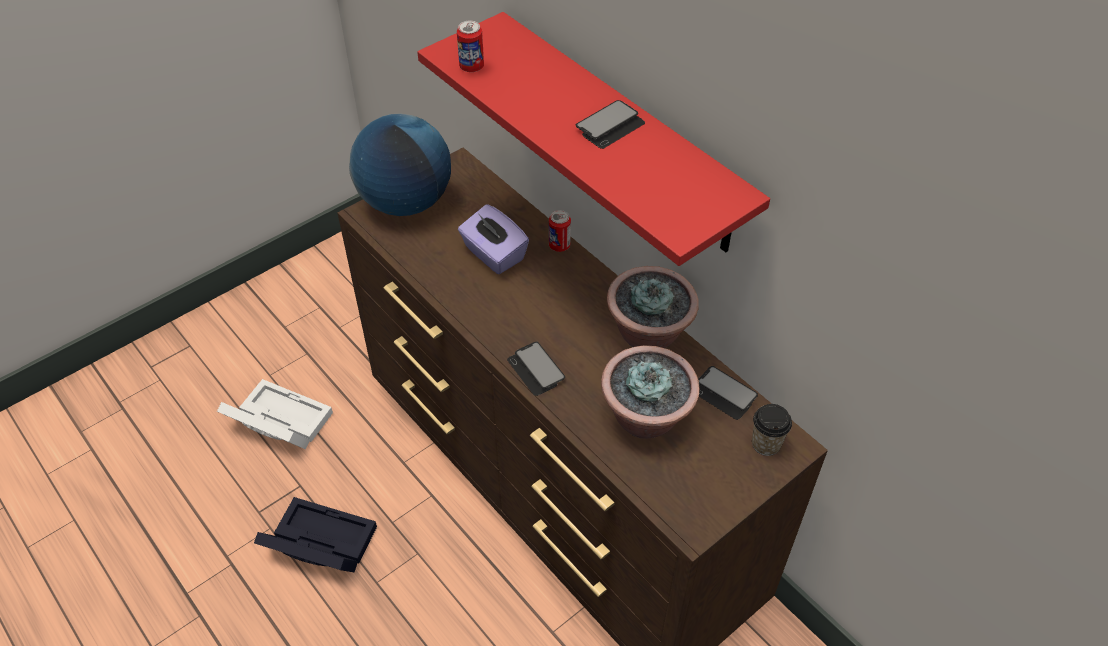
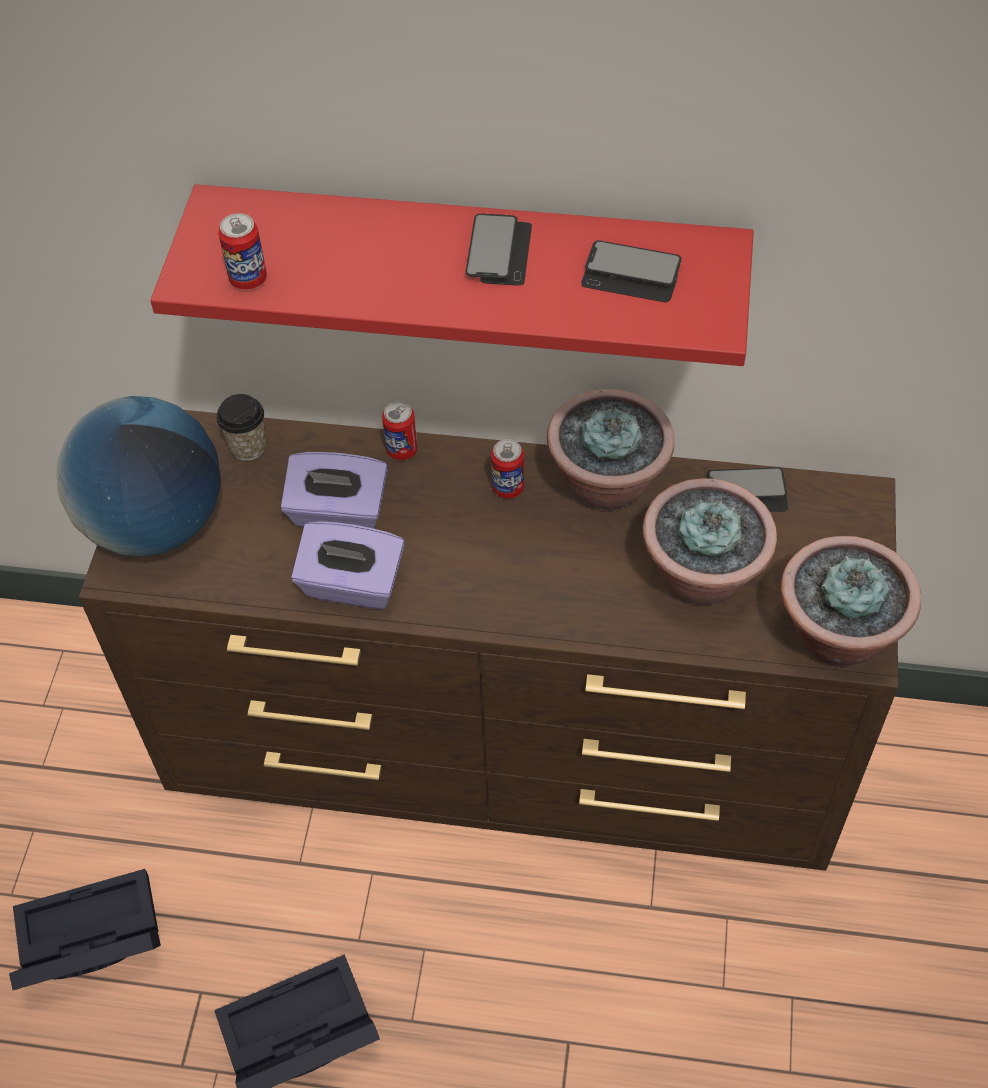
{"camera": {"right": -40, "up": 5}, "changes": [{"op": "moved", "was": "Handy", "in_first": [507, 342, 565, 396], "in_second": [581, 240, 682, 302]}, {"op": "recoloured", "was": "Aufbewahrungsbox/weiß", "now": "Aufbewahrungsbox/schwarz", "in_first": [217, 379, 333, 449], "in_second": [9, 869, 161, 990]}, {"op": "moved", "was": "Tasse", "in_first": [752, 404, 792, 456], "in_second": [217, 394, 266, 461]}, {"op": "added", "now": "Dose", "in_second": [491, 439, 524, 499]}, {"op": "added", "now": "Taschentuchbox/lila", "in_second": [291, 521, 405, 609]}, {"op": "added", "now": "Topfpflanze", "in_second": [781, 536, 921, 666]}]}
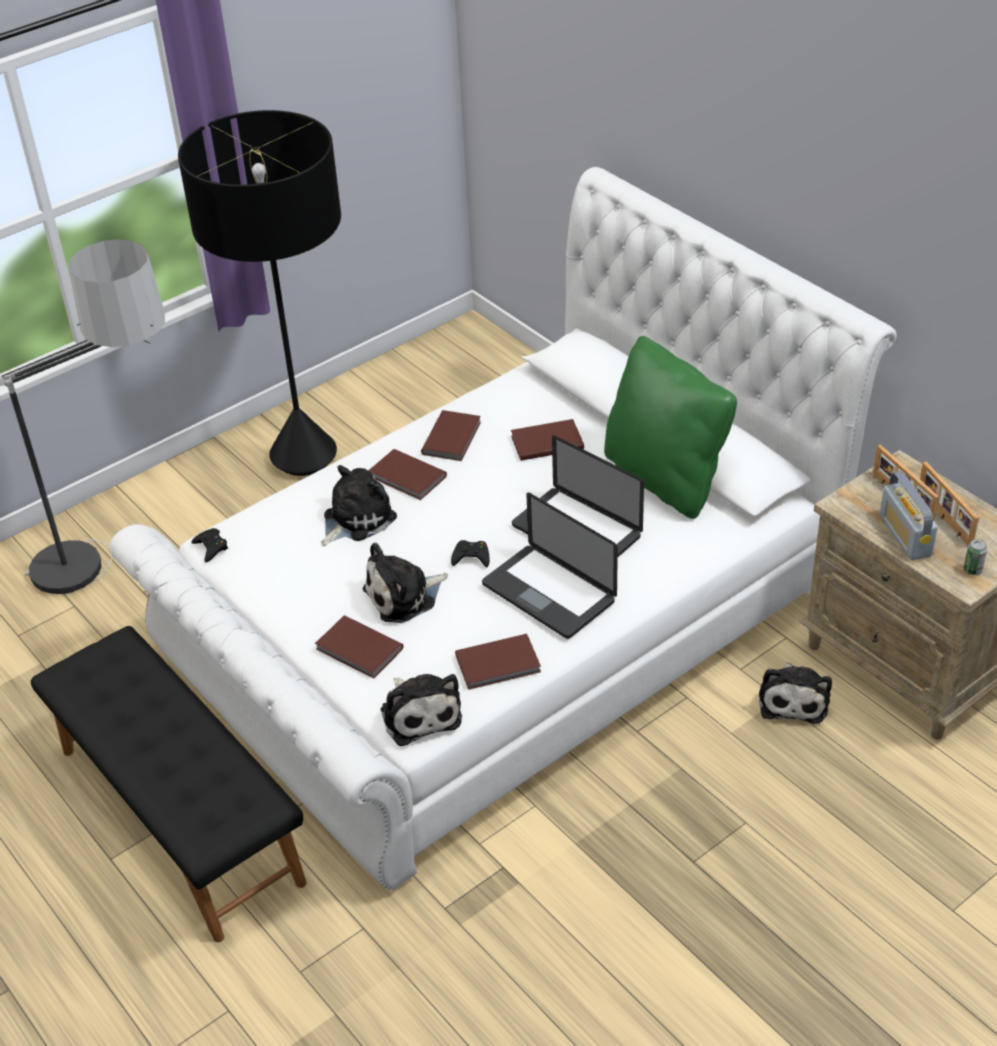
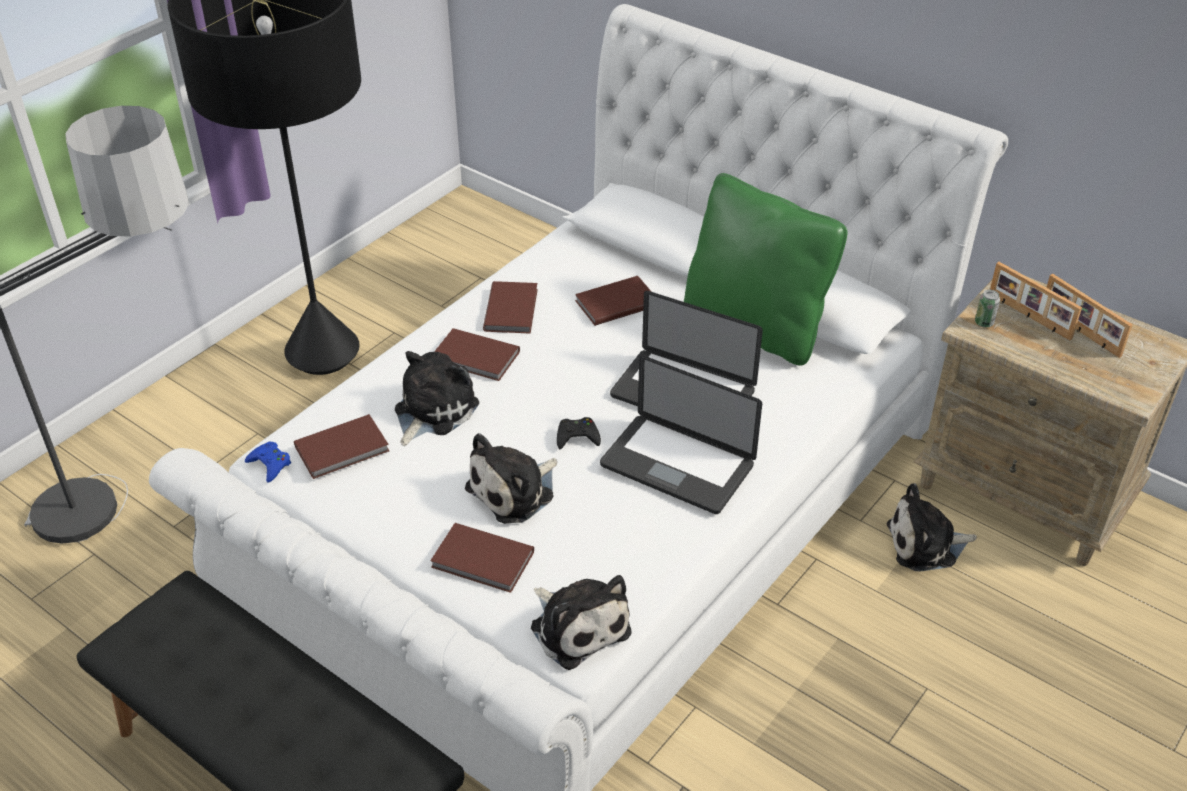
{"camera": {"right": -15, "up": 0}, "changes": [{"op": "removed", "was": "Radio", "in_first": [880, 471, 938, 560]}, {"op": "recoloured", "was": "Gamepad/schwarz", "now": "Gamepad/blau", "in_first": [191, 528, 228, 562], "in_second": [245, 442, 291, 483]}, {"op": "moved", "was": "Dose", "in_first": [964, 539, 987, 575], "in_second": [975, 290, 1000, 328]}, {"op": "moved", "was": "Buch/braun", "in_first": [455, 634, 541, 690], "in_second": [294, 414, 389, 479]}, {"op": "turned", "was": "Plüschtier", "in_first": [759, 662, 832, 724], "in_second": [887, 483, 977, 571], "clockwise": 90}]}
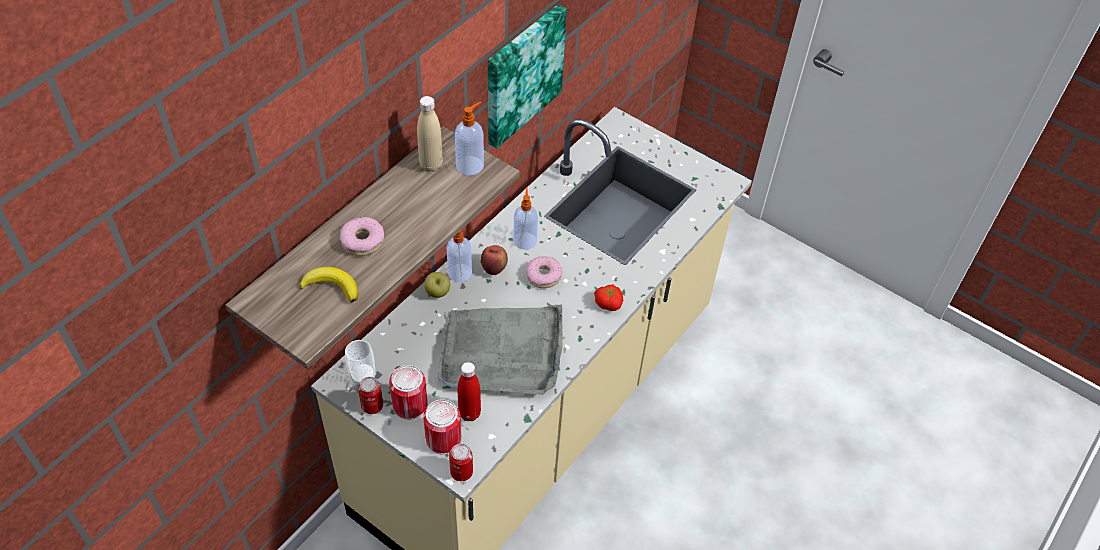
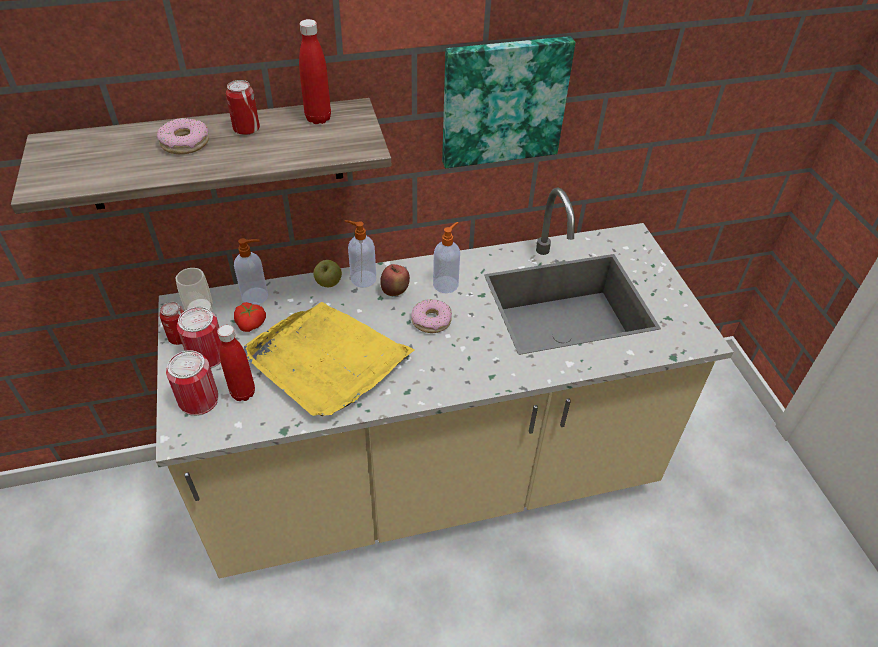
{"camera": {"right": 40, "up": -5}, "changes": [{"op": "recoloured", "was": "Flasche/beige", "now": "Flasche/rot", "in_first": [417, 96, 443, 172], "in_second": [299, 19, 331, 124]}, {"op": "moved", "was": "Seifenspender", "in_first": [455, 101, 484, 176], "in_second": [234, 238, 268, 305]}, {"op": "removed", "was": "Banane", "in_first": [300, 267, 359, 303]}, {"op": "moved", "was": "Tomate", "in_first": [594, 285, 623, 311], "in_second": [234, 302, 266, 332]}, {"op": "recoloured", "was": "Tablett/grau", "now": "Tablett/gelb", "in_first": [438, 304, 563, 395], "in_second": [244, 302, 415, 416]}, {"op": "moved", "was": "Dose", "in_first": [449, 444, 473, 481], "in_second": [226, 80, 260, 135]}]}
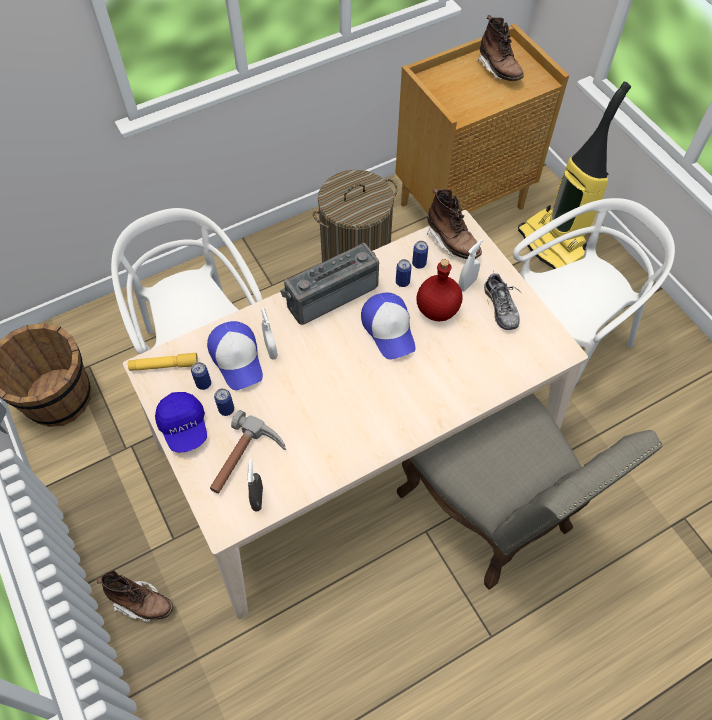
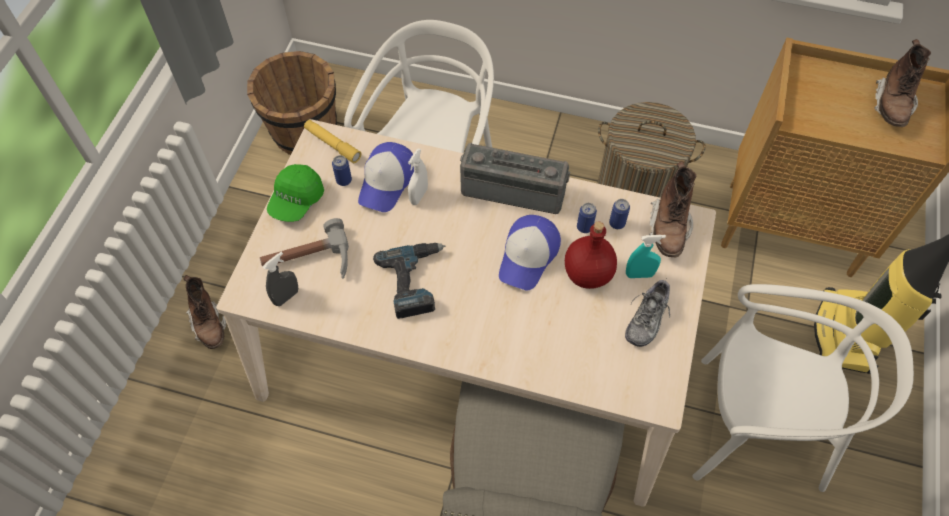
{"camera": {"right": 45, "up": 0}, "changes": [{"op": "recoloured", "was": "Sprühflasche/weiß", "now": "Sprühflasche/türkis", "in_first": [458, 239, 483, 292], "in_second": [626, 235, 666, 278]}, {"op": "removed", "was": "Dose", "in_first": [214, 388, 234, 416]}, {"op": "recoloured", "was": "Kappe/blau", "now": "Kappe/grün", "in_first": [155, 392, 207, 453], "in_second": [267, 164, 324, 222]}, {"op": "added", "now": "Bohrmaschine", "in_second": [373, 243, 445, 319]}]}
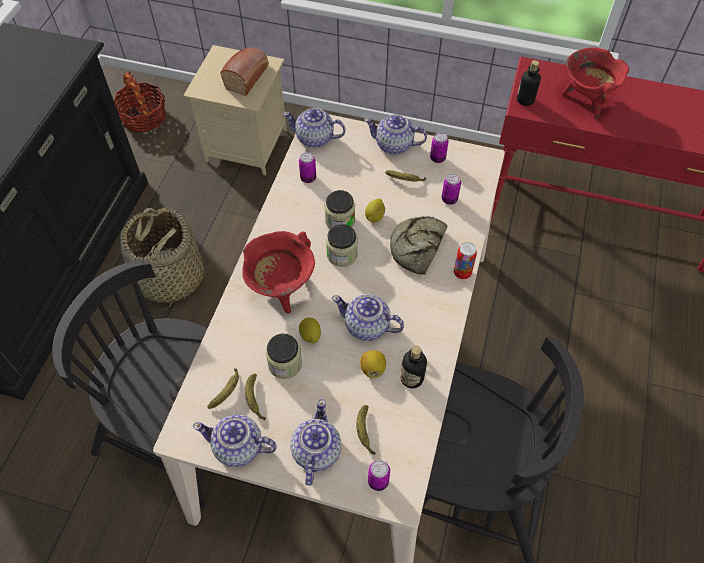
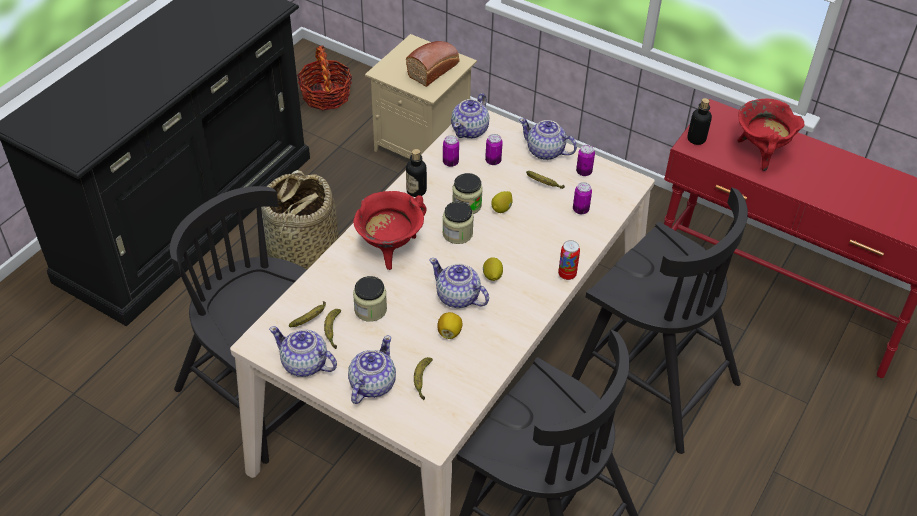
{"camera": {"right": 15, "up": -10}, "changes": [{"op": "turned", "was": "Teekanne", "in_first": [283, 108, 346, 148], "in_second": [451, 93, 489, 139], "clockwise": -90}, {"op": "removed", "was": "Brot", "in_first": [390, 216, 448, 275]}, {"op": "moved", "was": "Zitrone", "in_first": [299, 318, 321, 344], "in_second": [483, 257, 503, 281]}, {"op": "moved", "was": "Flasche", "in_first": [400, 346, 427, 388], "in_second": [406, 149, 427, 197]}, {"op": "moved", "was": "Dose", "in_first": [368, 460, 390, 491], "in_second": [485, 134, 503, 165]}, {"op": "added", "now": "Stuhl/schwarz", "in_second": [572, 187, 748, 454]}]}
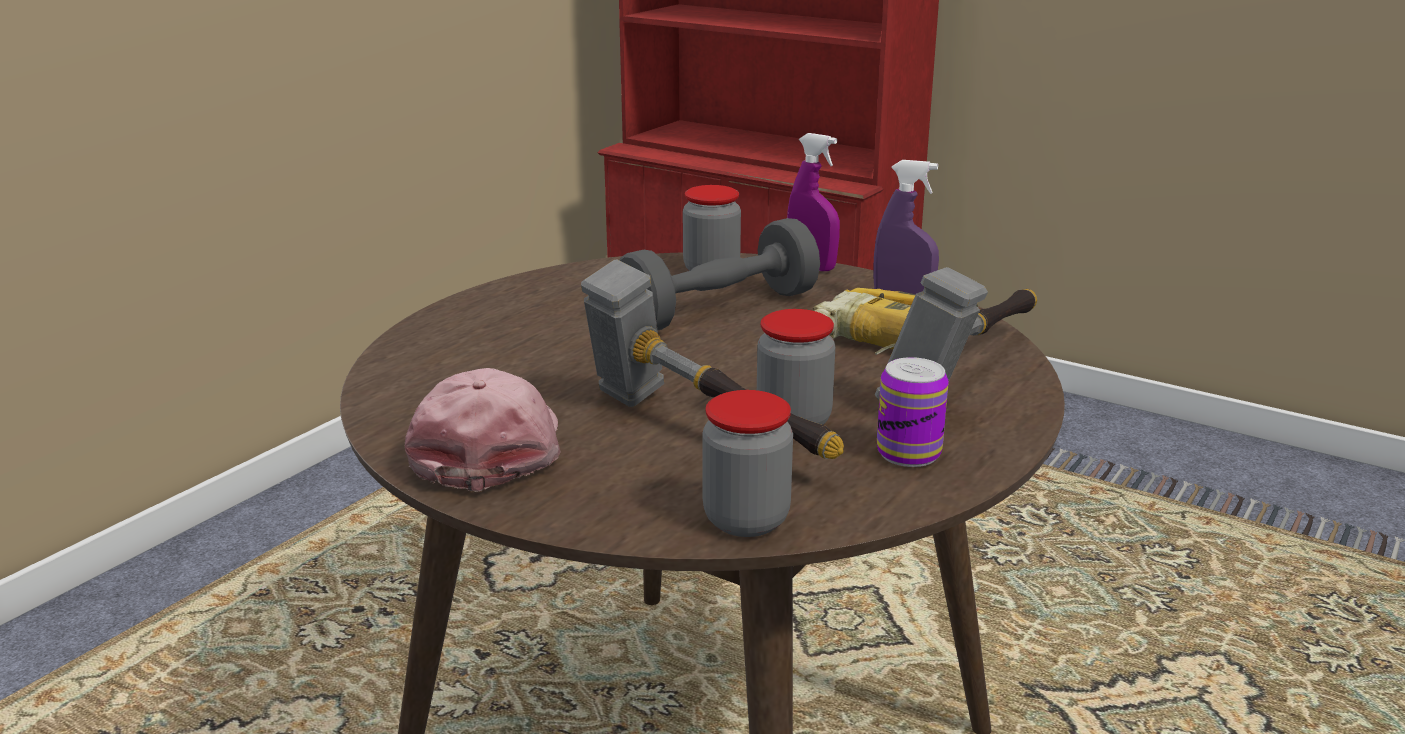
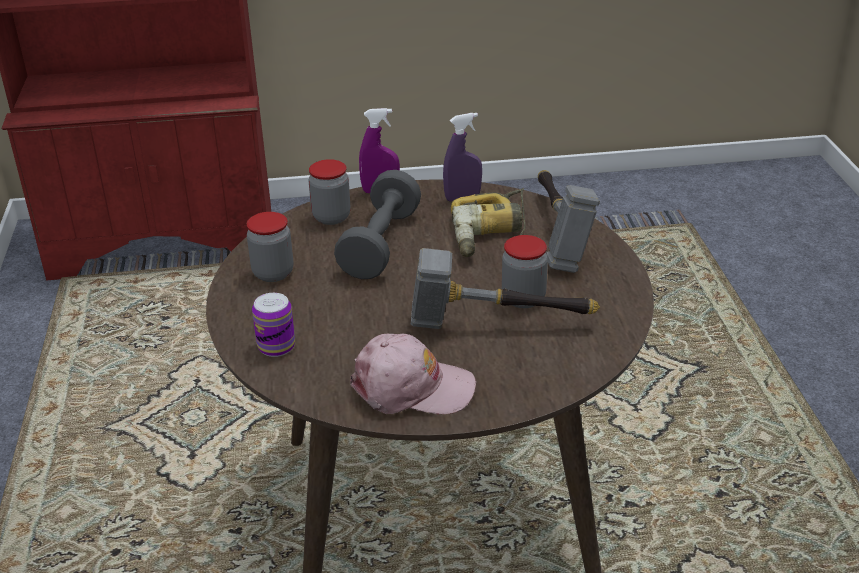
{"camera": {"right": -40, "up": 10}, "changes": [{"op": "moved", "was": "Dose", "in_first": [877, 357, 949, 467], "in_second": [252, 293, 295, 357]}, {"op": "turned", "was": "Kappe/rosa", "in_first": [405, 368, 560, 492], "in_second": [350, 334, 477, 414], "clockwise": 135}, {"op": "moved", "was": "Vorratsglas", "in_first": [702, 390, 793, 537], "in_second": [247, 212, 293, 282]}]}
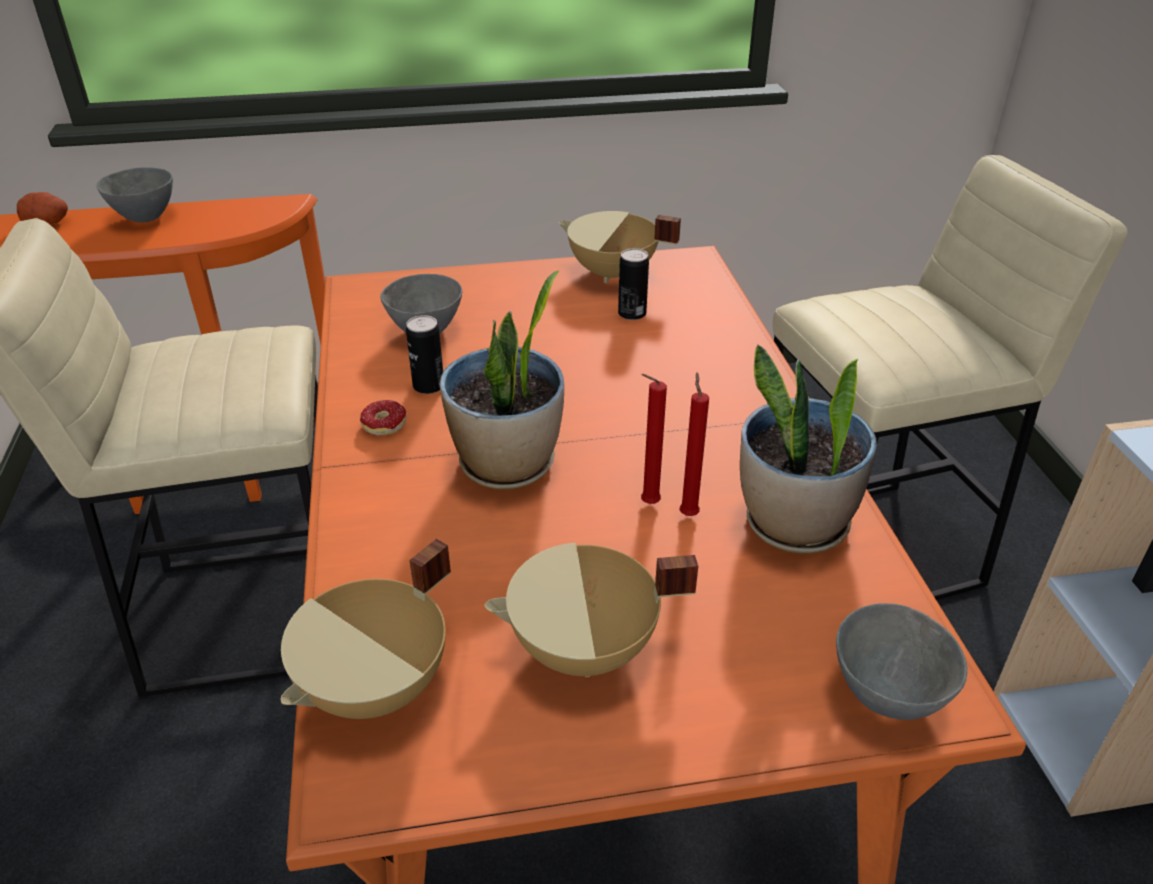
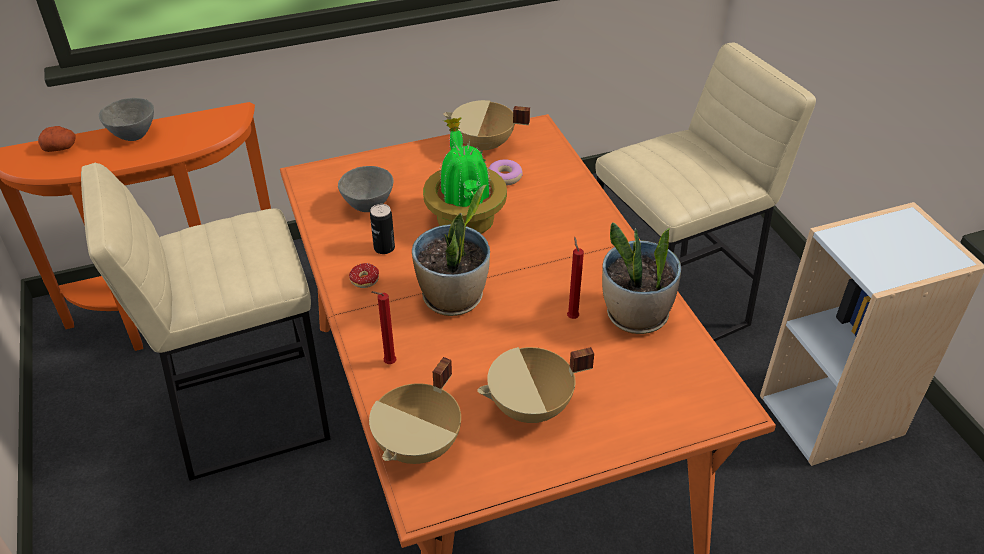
{"camera": {"right": -10, "up": 5}, "changes": [{"op": "replaced", "was": "Dose", "now": "Donut", "in_first": [618, 248, 649, 320], "in_second": [489, 159, 523, 186]}, {"op": "moved", "was": "Kerze/rot", "in_first": [641, 374, 667, 504], "in_second": [371, 291, 396, 364]}, {"op": "removed", "was": "Schüssel/grau", "in_first": [836, 603, 967, 720]}, {"op": "added", "now": "Topfpflanze", "in_second": [423, 117, 507, 234]}]}
